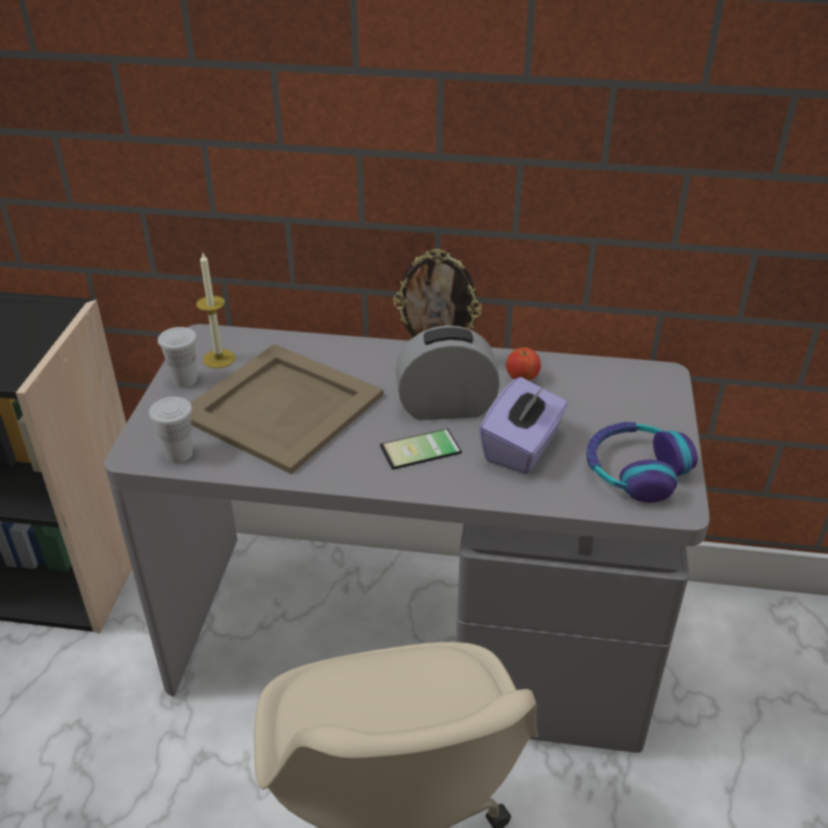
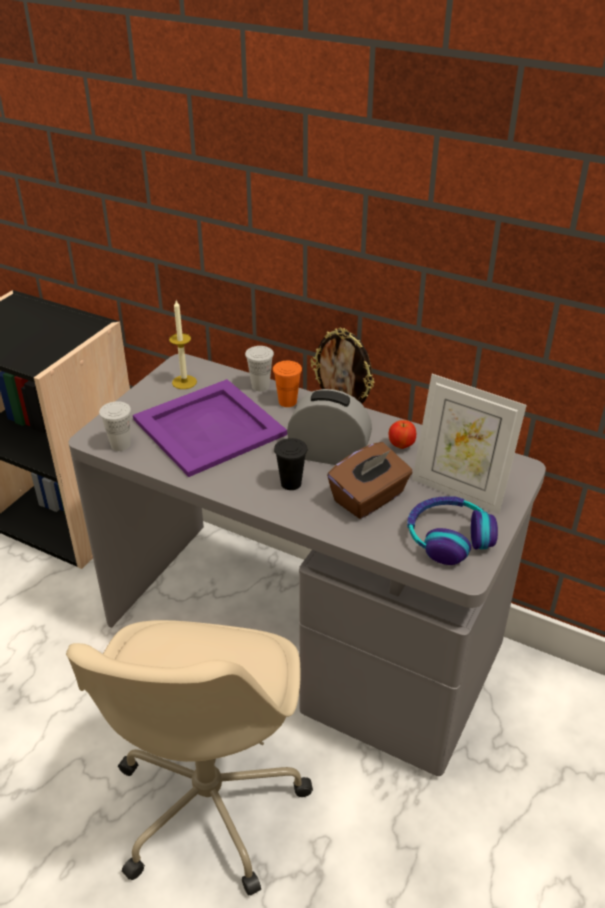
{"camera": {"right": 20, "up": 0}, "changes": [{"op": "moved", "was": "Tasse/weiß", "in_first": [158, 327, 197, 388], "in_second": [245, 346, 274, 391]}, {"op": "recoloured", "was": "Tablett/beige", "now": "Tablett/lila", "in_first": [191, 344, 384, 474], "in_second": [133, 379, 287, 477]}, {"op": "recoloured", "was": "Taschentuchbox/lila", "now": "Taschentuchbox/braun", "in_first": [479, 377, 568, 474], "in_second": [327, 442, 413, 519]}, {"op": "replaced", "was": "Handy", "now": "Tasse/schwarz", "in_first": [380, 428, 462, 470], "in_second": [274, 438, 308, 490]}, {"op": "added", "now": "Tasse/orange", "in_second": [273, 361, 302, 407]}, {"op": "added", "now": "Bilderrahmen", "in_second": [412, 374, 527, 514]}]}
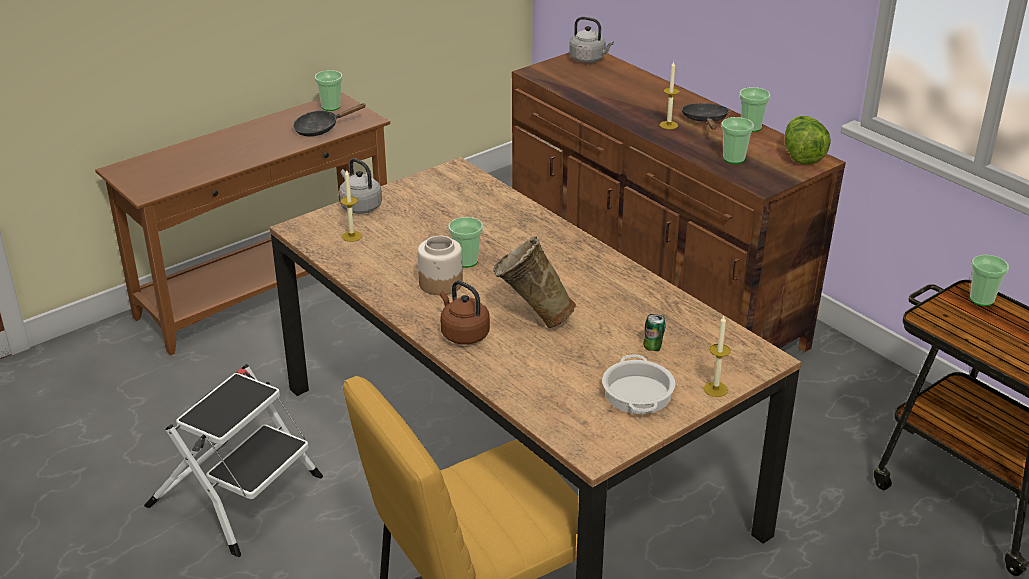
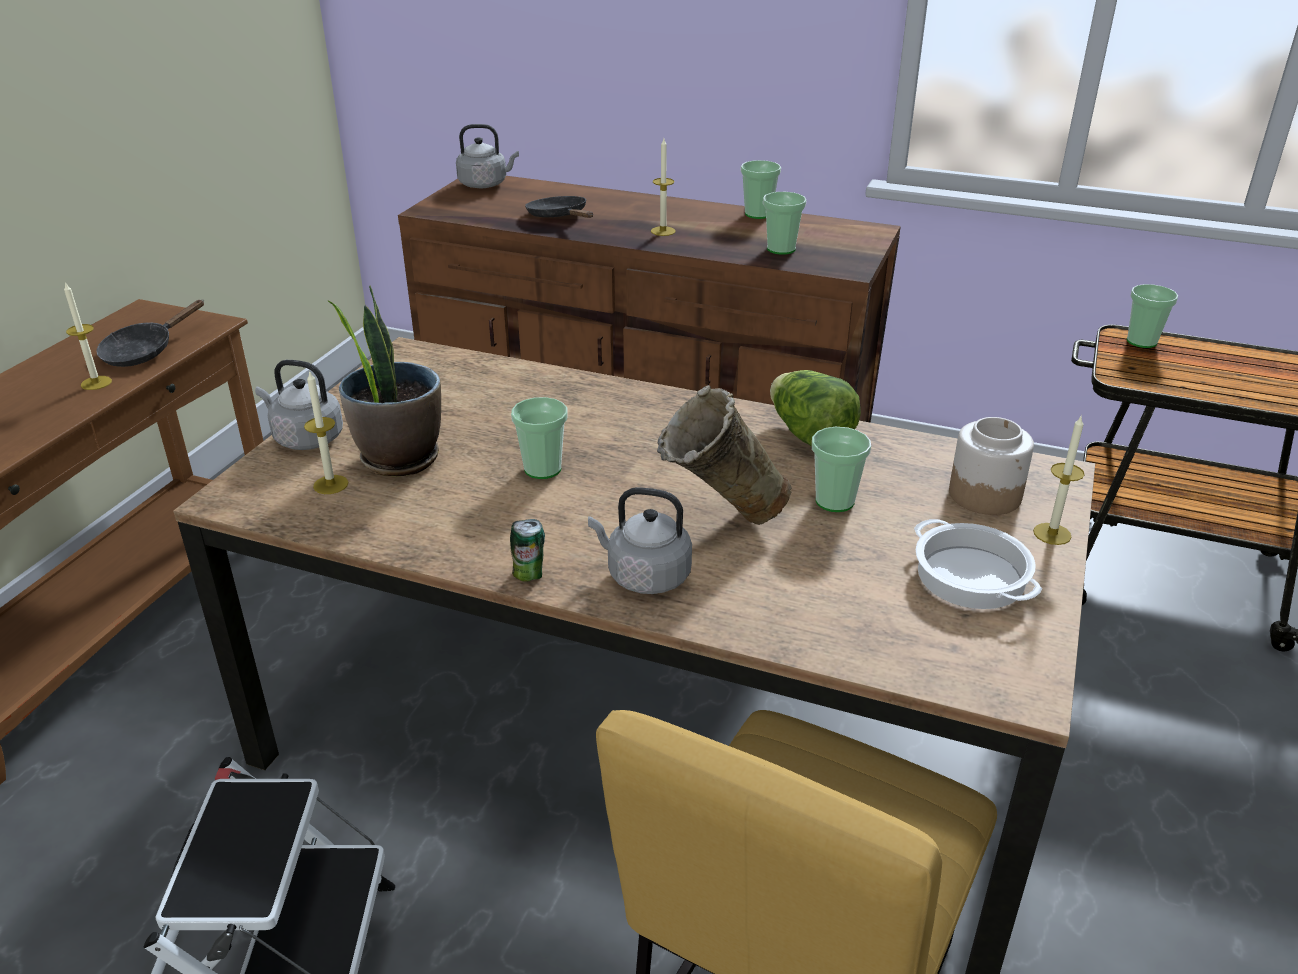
{"camera": {"right": -30, "up": 0}, "changes": [{"op": "moved", "was": "Tasse", "in_first": [315, 70, 342, 111], "in_second": [812, 427, 871, 512]}, {"op": "moved", "was": "Pfanne/schwarz", "in_first": [682, 103, 729, 130], "in_second": [525, 196, 593, 218]}, {"op": "moved", "was": "Salatkopf", "in_first": [785, 116, 831, 165], "in_second": [770, 370, 861, 447]}, {"op": "moved", "was": "Vorratsglas", "in_first": [417, 236, 463, 295], "in_second": [949, 417, 1034, 515]}, {"op": "recoloured", "was": "Wasserkessel/braun", "now": "Wasserkessel/grau", "in_first": [440, 280, 490, 345], "in_second": [588, 487, 692, 594]}, {"op": "moved", "was": "Dose", "in_first": [643, 314, 666, 351], "in_second": [510, 519, 545, 582]}, {"op": "added", "now": "Kerze", "in_second": [64, 282, 112, 390]}, {"op": "added", "now": "Topfpflanze", "in_second": [327, 285, 441, 476]}]}
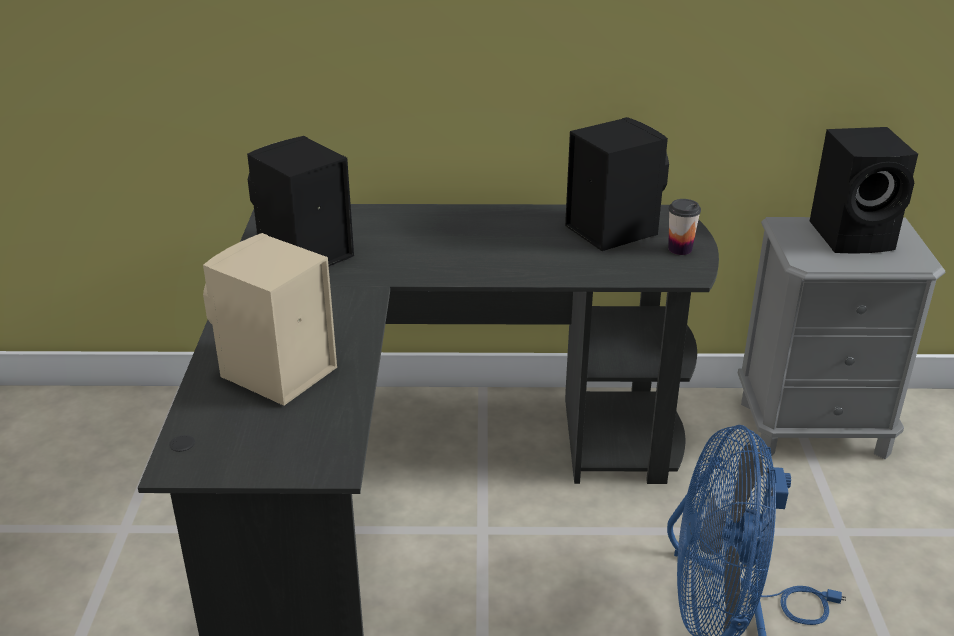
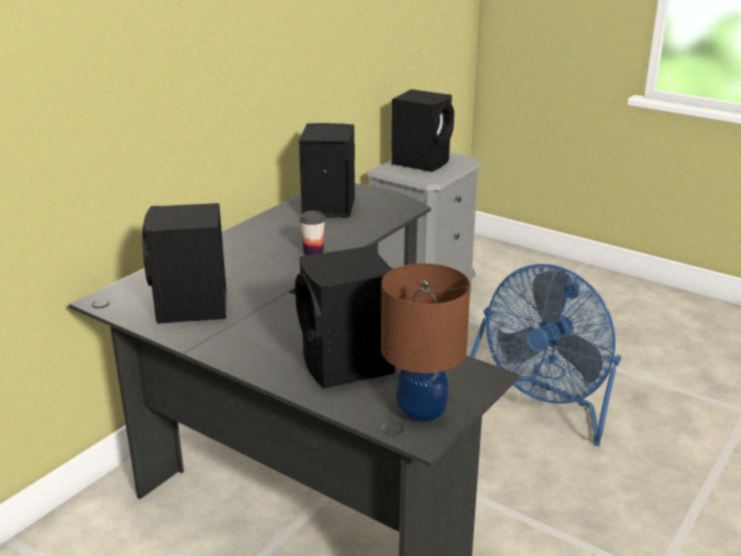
{"camera": {"right": -55, "up": -5}, "changes": [{"op": "moved", "was": "Tasse", "in_first": [668, 199, 701, 255], "in_second": [299, 211, 326, 256]}, {"op": "recoloured", "was": "Lautsprecher/beige", "now": "Lautsprecher/schwarz", "in_first": [203, 233, 337, 406], "in_second": [295, 246, 395, 388]}, {"op": "added", "now": "Tischlampe/braun", "in_second": [381, 263, 470, 422]}]}
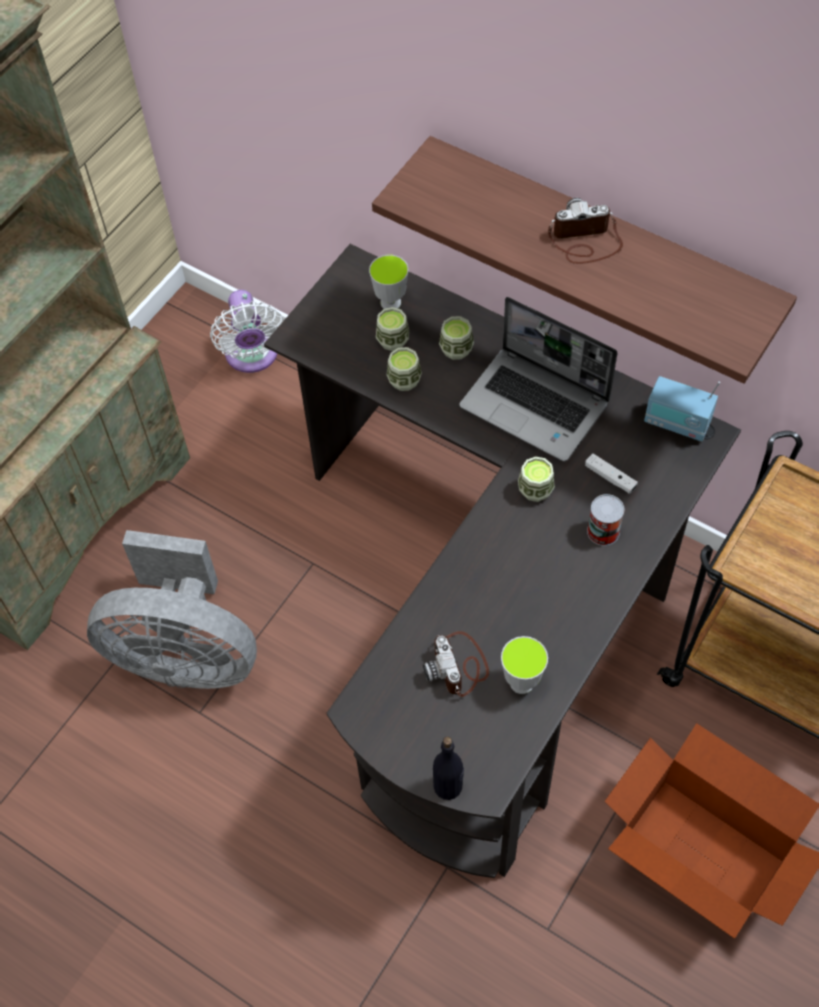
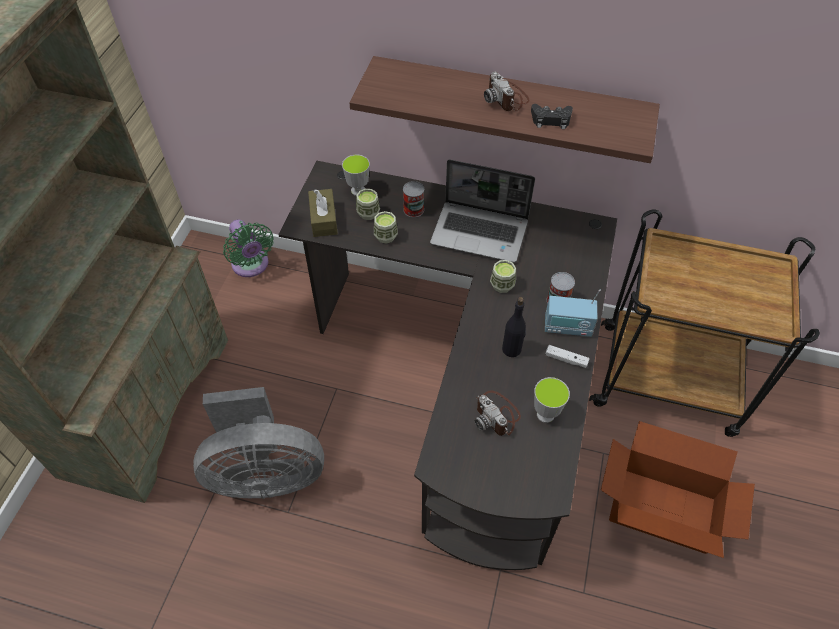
{"camera": {"right": -20, "up": -5}, "changes": [{"op": "turned", "was": "Kamera", "in_first": [548, 198, 623, 264], "in_second": [484, 72, 529, 111], "clockwise": -90}, {"op": "recoloured", "was": "Ventilator/weiß", "now": "Ventilator/grün", "in_first": [210, 290, 284, 373], "in_second": [223, 220, 274, 277]}, {"op": "replaced", "was": "Tasse", "now": "Dose", "in_first": [439, 316, 474, 360], "in_second": [403, 181, 424, 217]}, {"op": "moved", "was": "Radio", "in_first": [644, 376, 720, 441], "in_second": [545, 289, 601, 337]}, {"op": "moved", "was": "Gamepad/weiß", "in_first": [585, 454, 638, 494], "in_second": [546, 345, 589, 368]}, {"op": "moved", "was": "Flasche/schwarz", "in_first": [433, 736, 464, 800], "in_second": [502, 297, 526, 357]}, {"op": "added", "now": "Gamepad/schwarz", "in_second": [531, 104, 573, 129]}, {"op": "added", "now": "Taschentuchbox/braun", "in_second": [308, 189, 338, 237]}]}
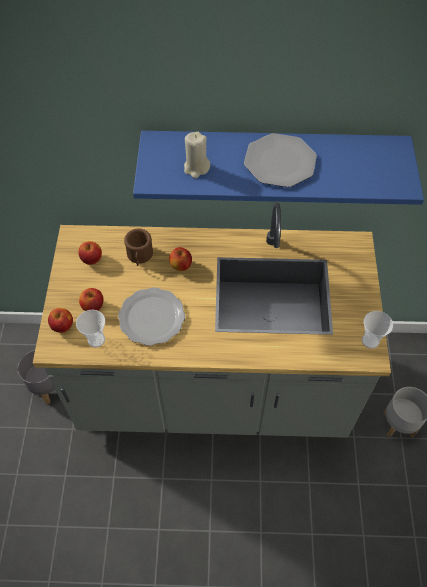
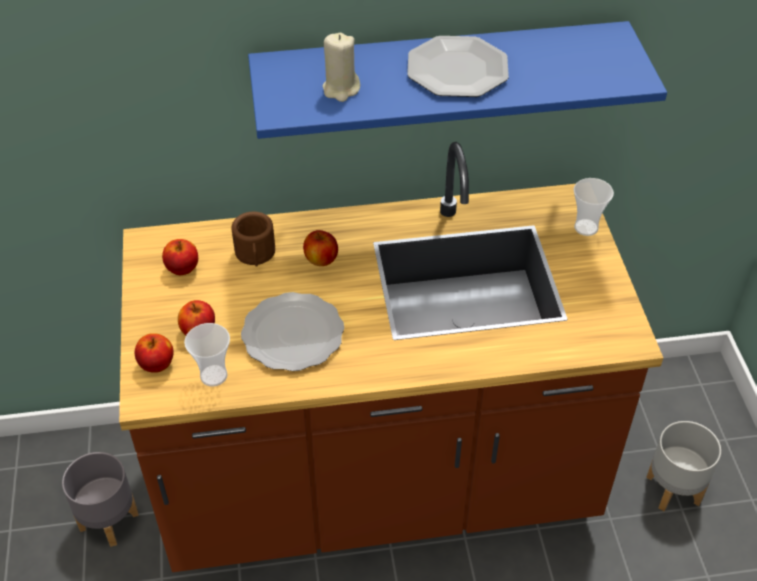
{"camera": {"right": -10, "up": -10}, "changes": [{"op": "recoloured", "was": "Küchenzeile/grau", "now": "Küchenzeile/braun", "in_first": [33, 203, 391, 438], "in_second": [119, 142, 663, 572]}, {"op": "moved", "was": "Tasse", "in_first": [362, 311, 393, 349], "in_second": [574, 178, 614, 236]}]}
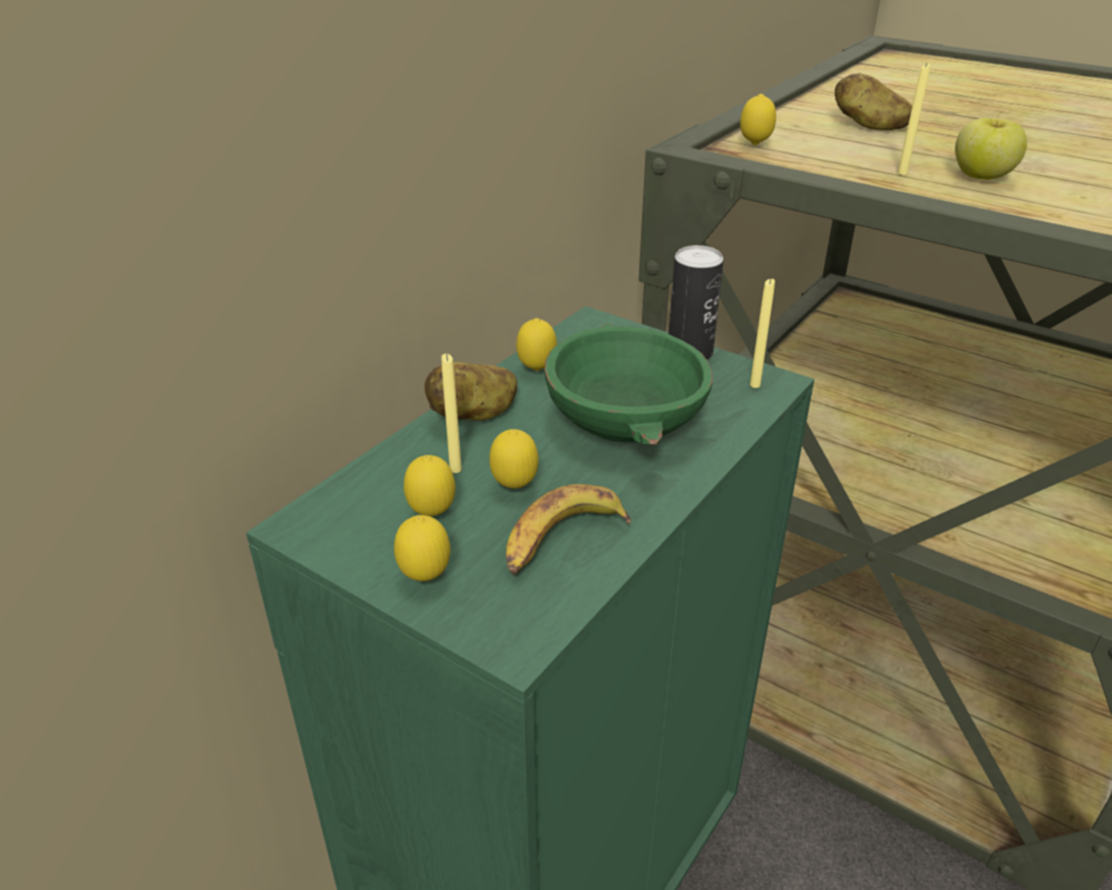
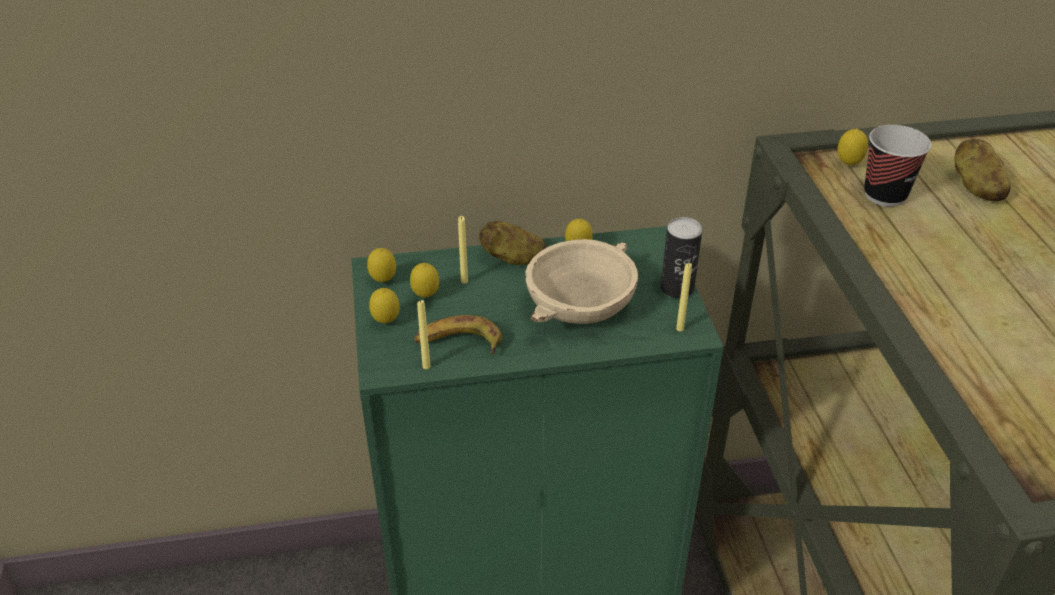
{"camera": {"right": 45, "up": 5}, "changes": [{"op": "moved", "was": "Kerze/gelb", "in_first": [898, 63, 931, 175], "in_second": [417, 300, 430, 369]}, {"op": "removed", "was": "Apfel", "in_first": [955, 118, 1027, 180]}, {"op": "recoloured", "was": "Schüssel/grün", "now": "Schüssel/beige", "in_first": [545, 323, 713, 445], "in_second": [525, 239, 638, 324]}, {"op": "moved", "was": "Zitrone", "in_first": [489, 429, 539, 489], "in_second": [367, 248, 396, 282]}, {"op": "added", "now": "Tasse", "in_second": [864, 125, 931, 207]}]}
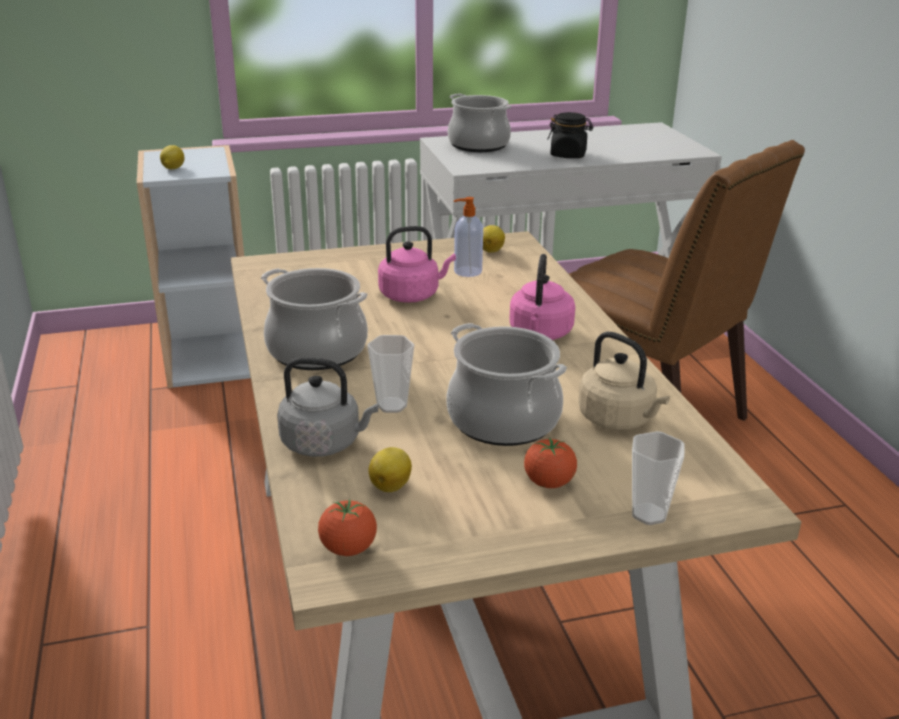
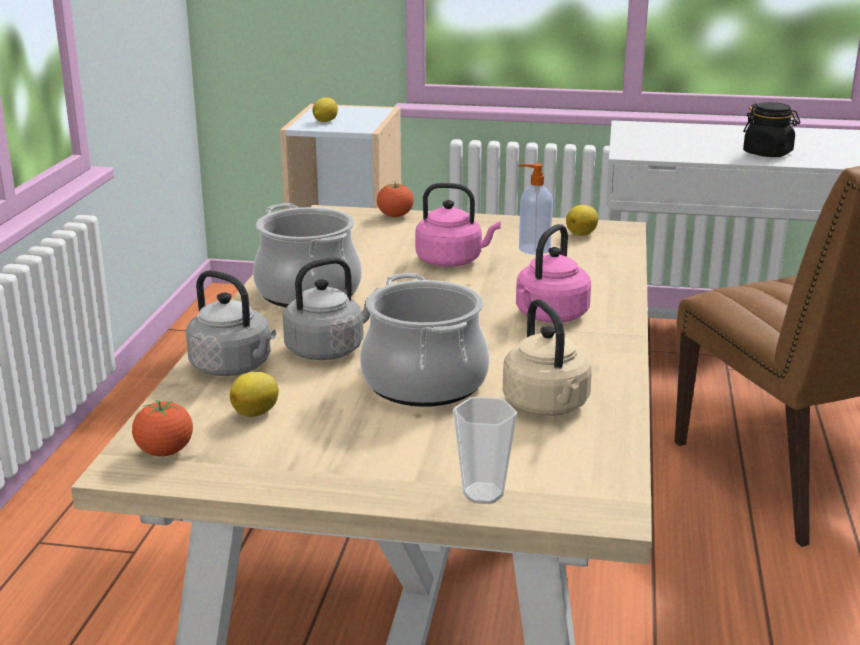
{"camera": {"right": 25, "up": -5}, "changes": [{"op": "removed", "was": "Kochtopf", "in_first": [448, 93, 511, 152]}, {"op": "replaced", "was": "Tasse", "now": "Wasserkessel/grau", "in_first": [367, 335, 414, 413], "in_second": [283, 257, 379, 360]}, {"op": "moved", "was": "Tomate", "in_first": [524, 438, 577, 488], "in_second": [377, 183, 414, 217]}]}
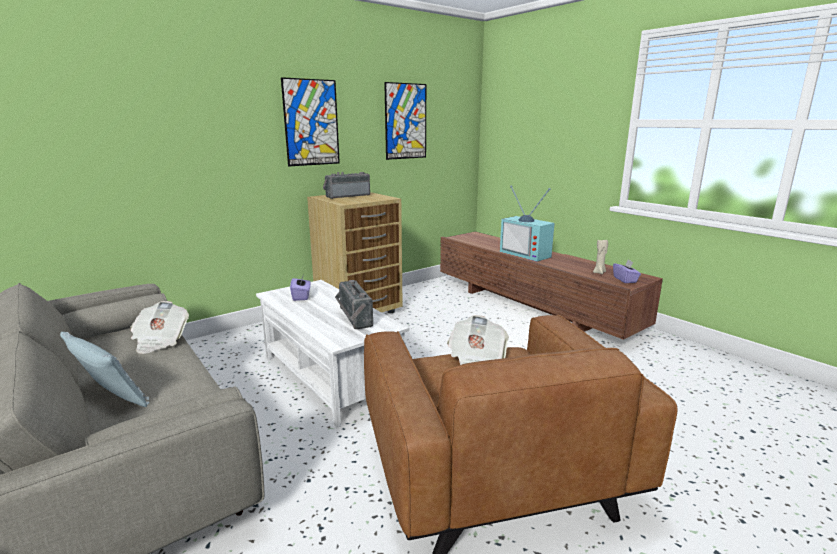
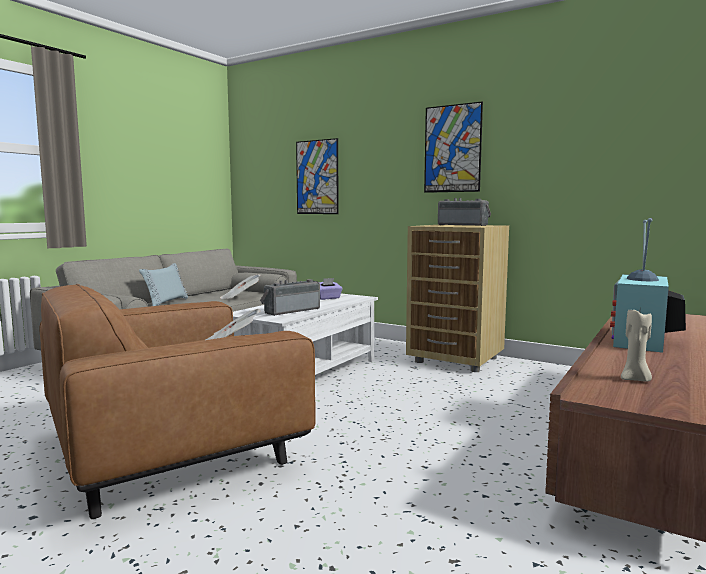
{"camera": {"right": 70, "up": -10}, "changes": [{"op": "moved", "was": "Bild", "in_first": [384, 82, 426, 160], "in_second": [296, 138, 339, 214]}, {"op": "removed", "was": "Taschentuchbox/lila", "in_first": [613, 260, 641, 283]}]}
